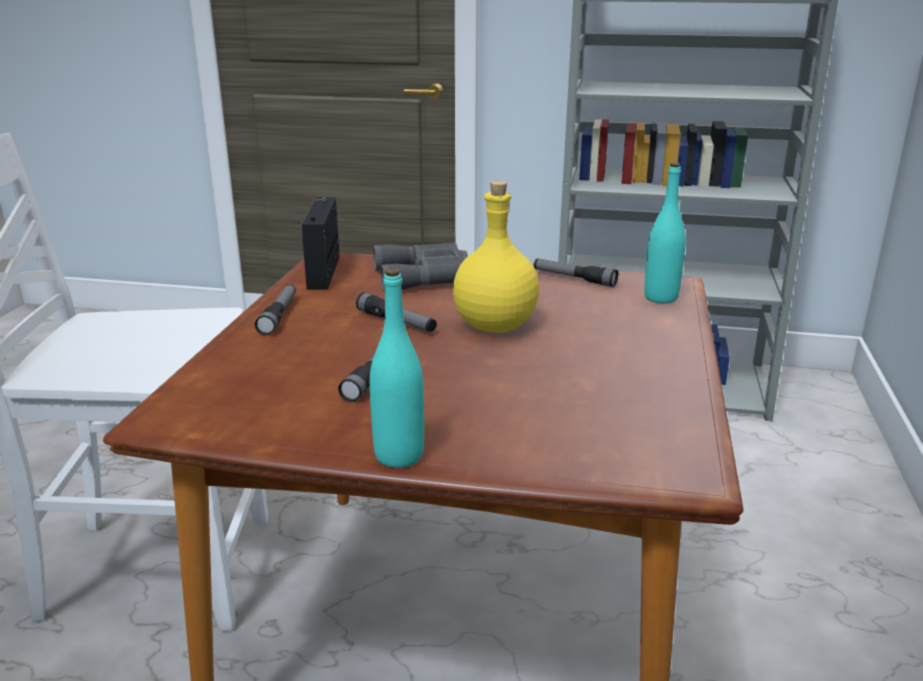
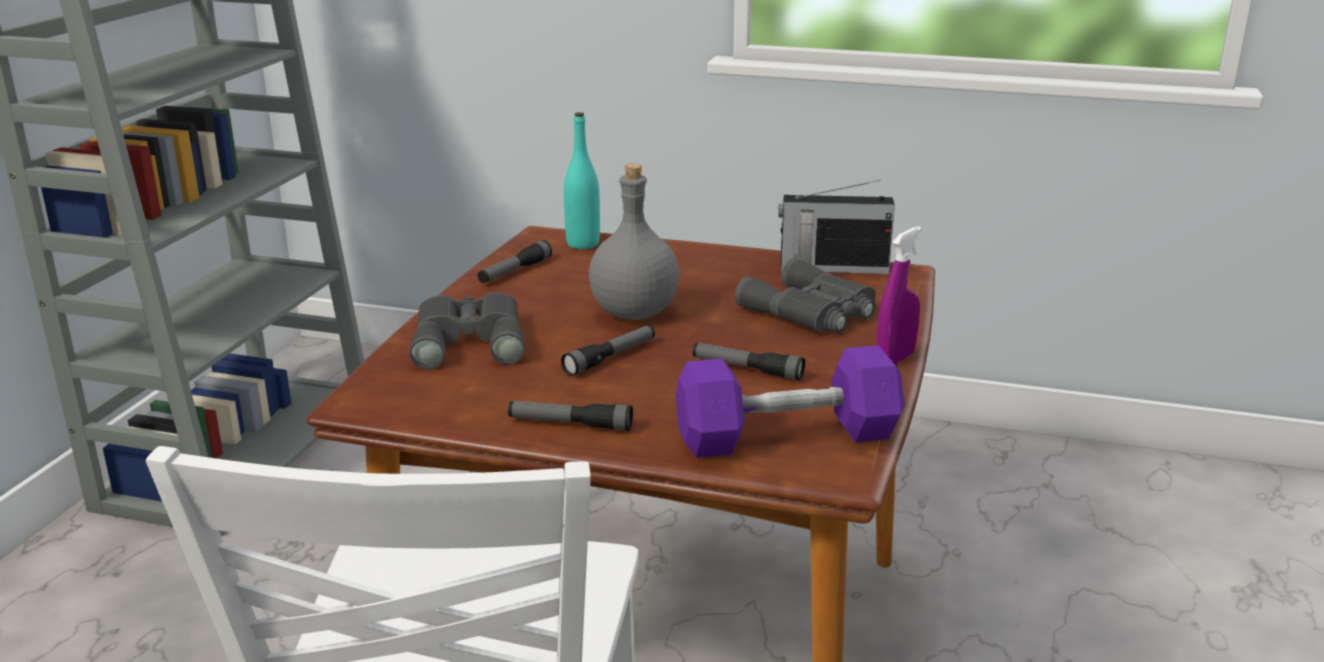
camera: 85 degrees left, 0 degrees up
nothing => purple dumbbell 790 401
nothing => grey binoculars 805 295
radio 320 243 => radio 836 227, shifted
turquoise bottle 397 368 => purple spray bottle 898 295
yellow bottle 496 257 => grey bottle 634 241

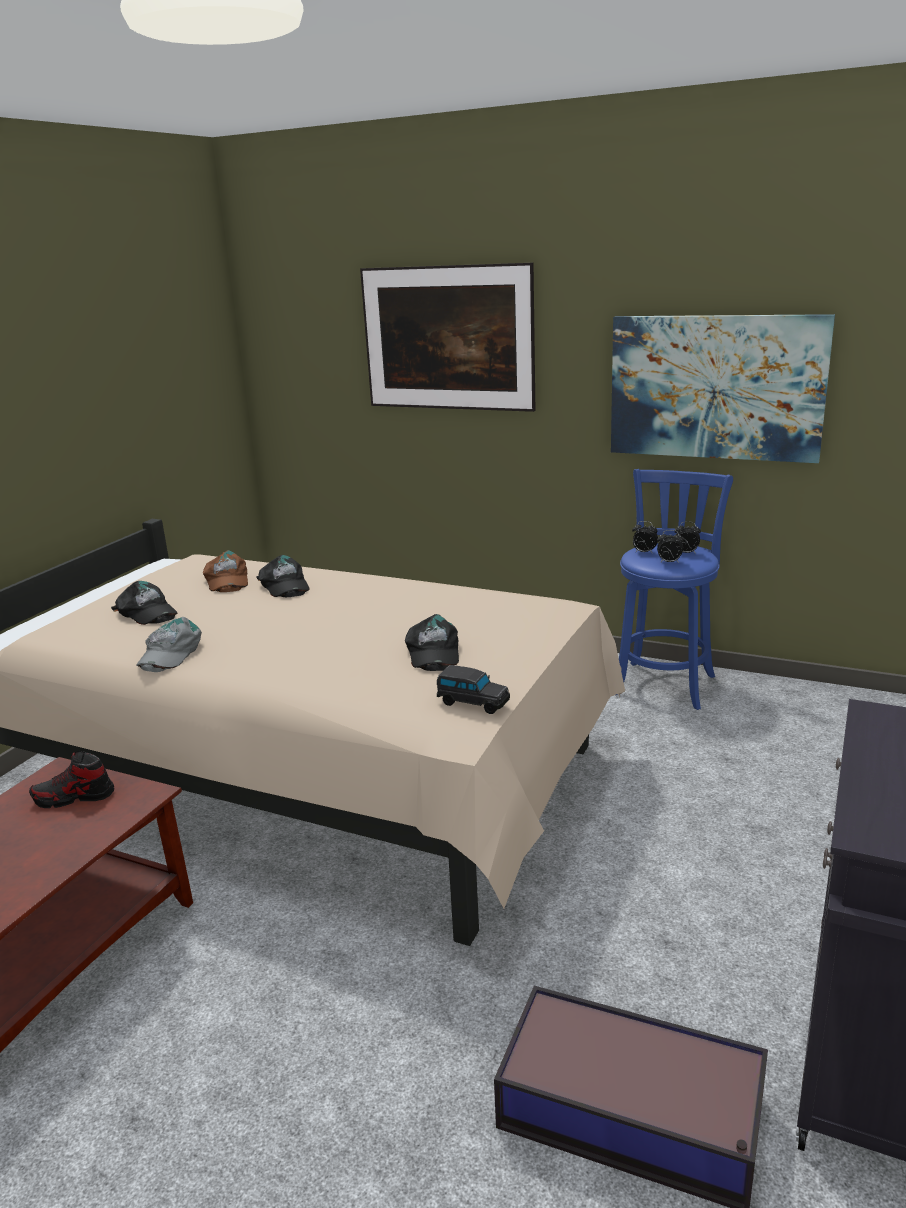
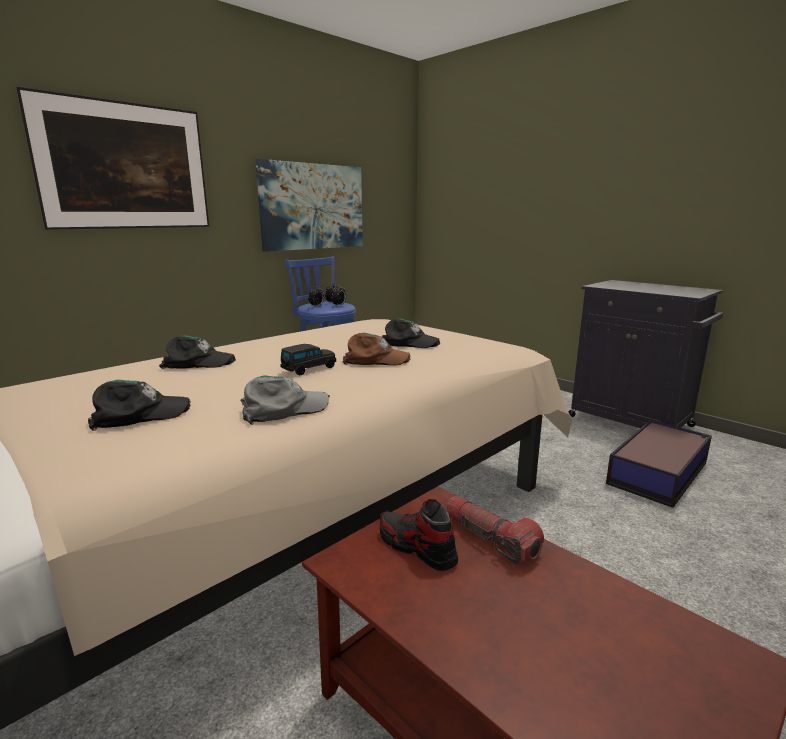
camera: 70 degrees left, 5 degrees down
nothing => flashlight 495 530
brown cap 225 571 => brown cap 376 349, shifted
black toy car 473 689 => black toy car 308 359, shifted
shoe 71 779 => shoe 419 535, 120 degrees clockwise
grey cap 169 644 => grey cap 285 400, 60 degrees counterclockwise

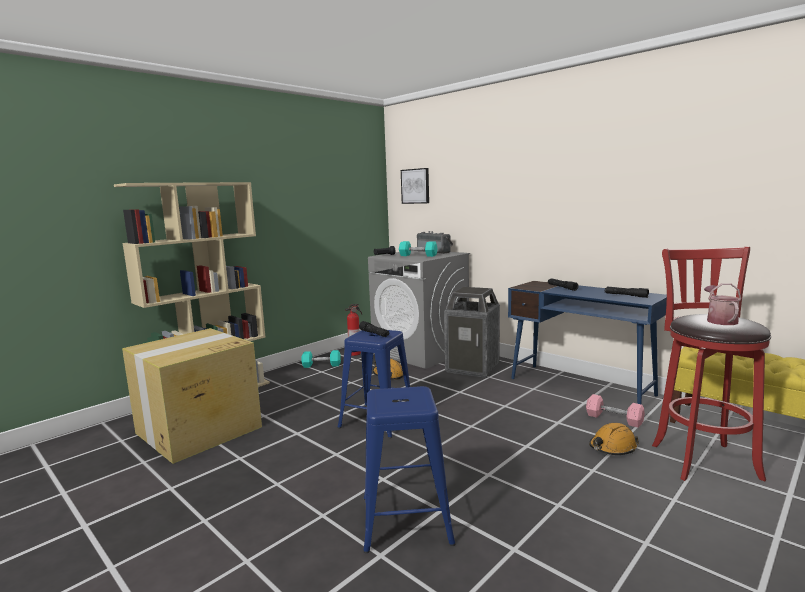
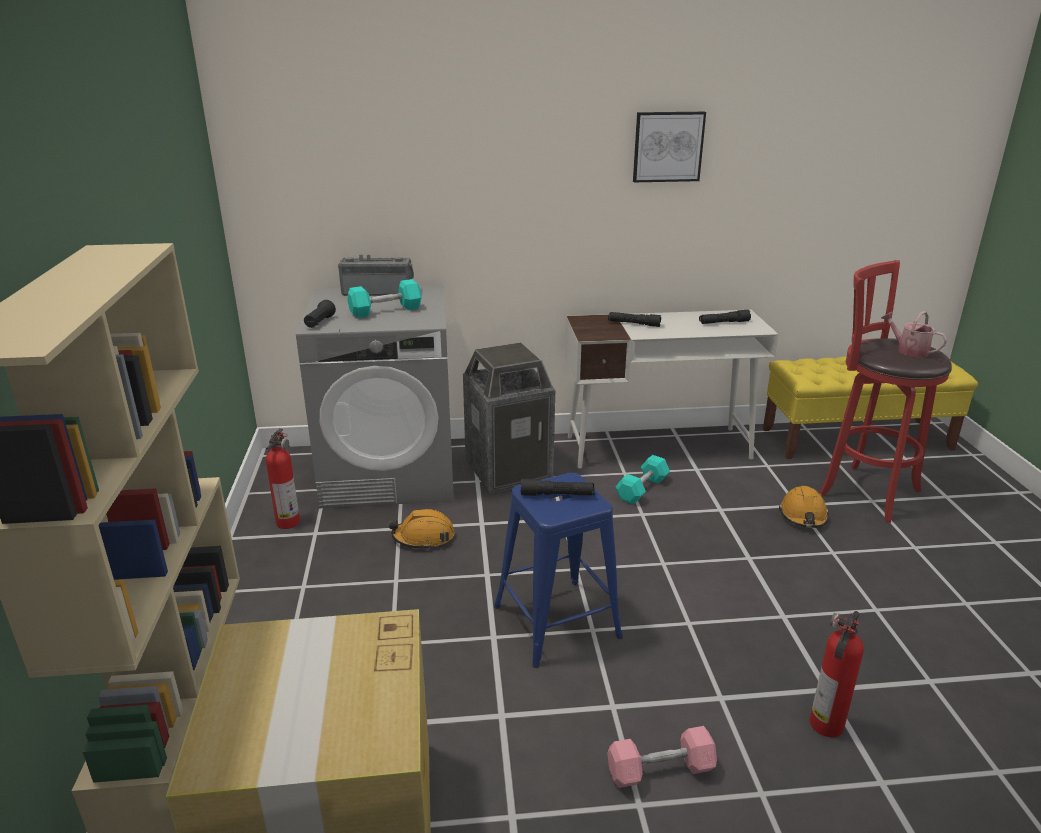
camera: 50 degrees left, 15 degrees up
turquoise dumbbell 321 359 => turquoise dumbbell 642 479, shifted
picture 415 186 => picture 669 147, shifted
pink dumbbell 615 410 => pink dumbbell 662 757, shifted
blue stool 410 469 => fire extinguisher 837 674
blue desk 587 342 => white desk 672 389

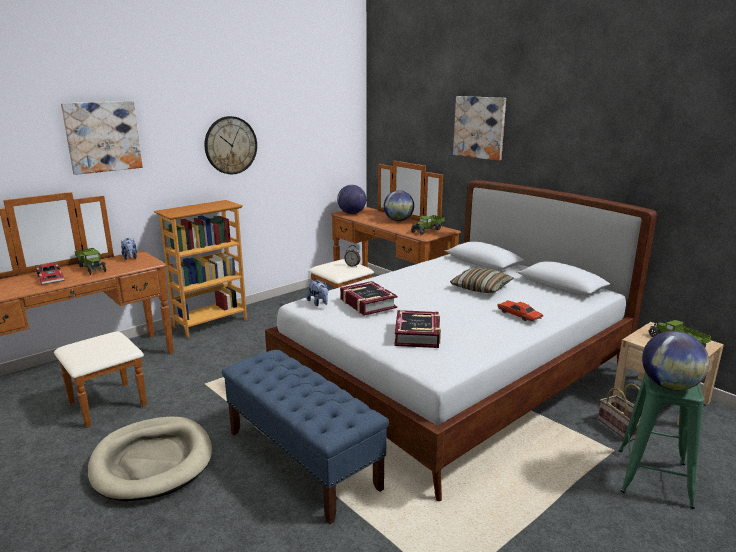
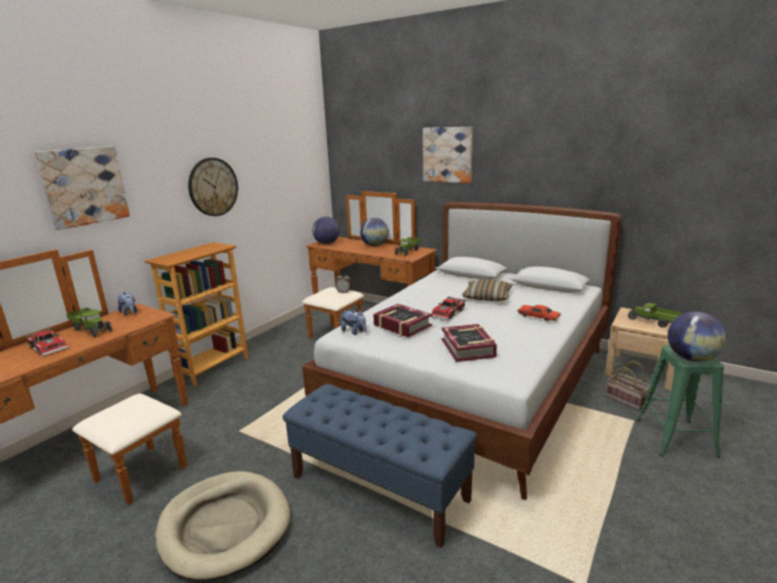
camera: 15 degrees left, 0 degrees up
nothing => toy car 448 308

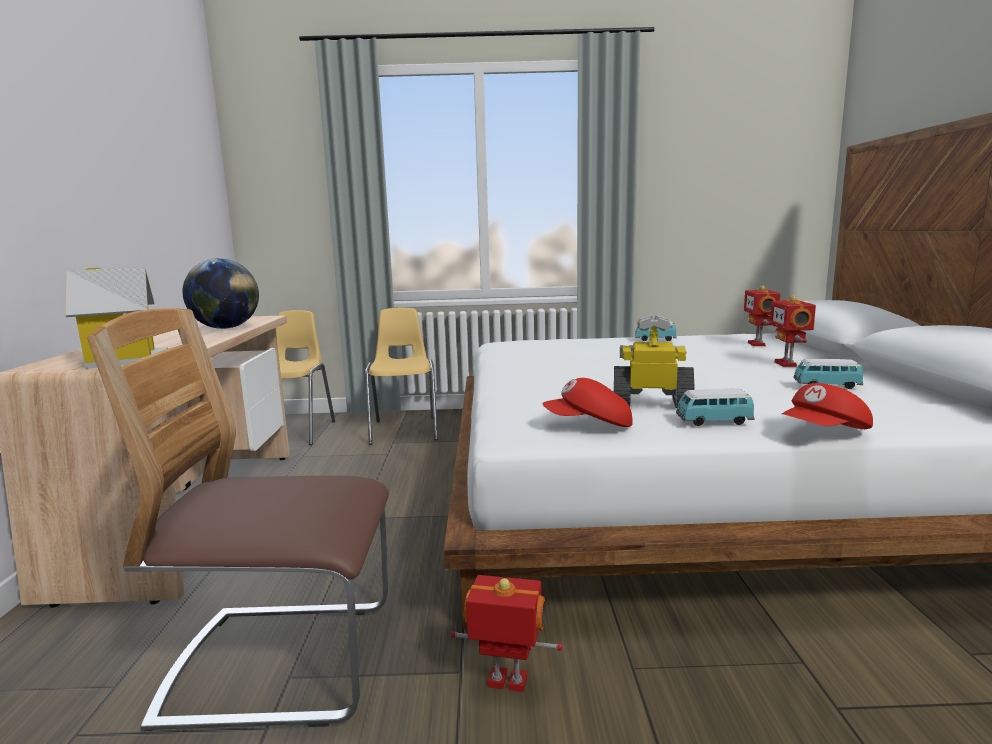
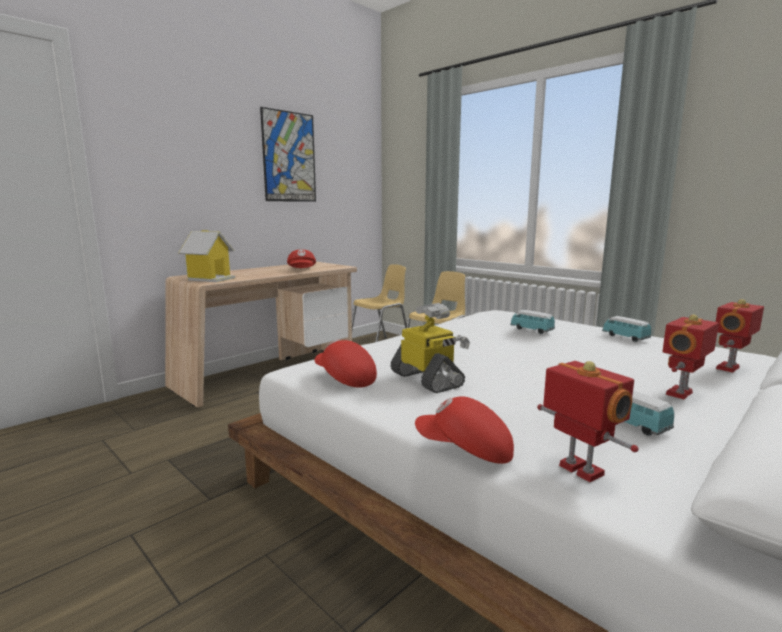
camera: 45 degrees right, 0 degrees up
chair 238 520 => nothing
nothing => picture 288 154
toy robot 507 633 => toy robot 587 421, shifted
toy car 715 407 => toy car 532 322, shifted
globe 221 293 => red cap 301 258

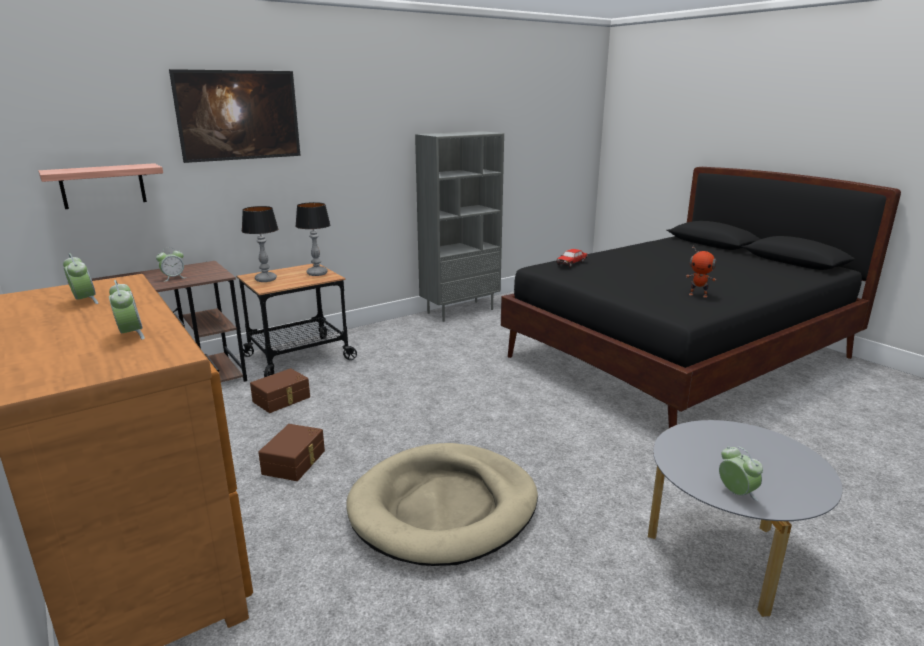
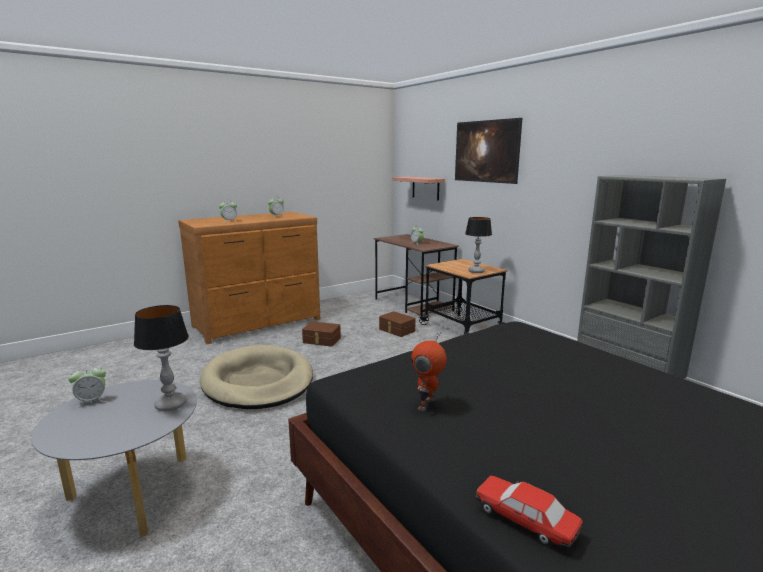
camera: 90 degrees right, 5 degrees down
table lamp 260 244 => table lamp 161 358, shifted
toy car 571 258 => toy car 529 512, shifted

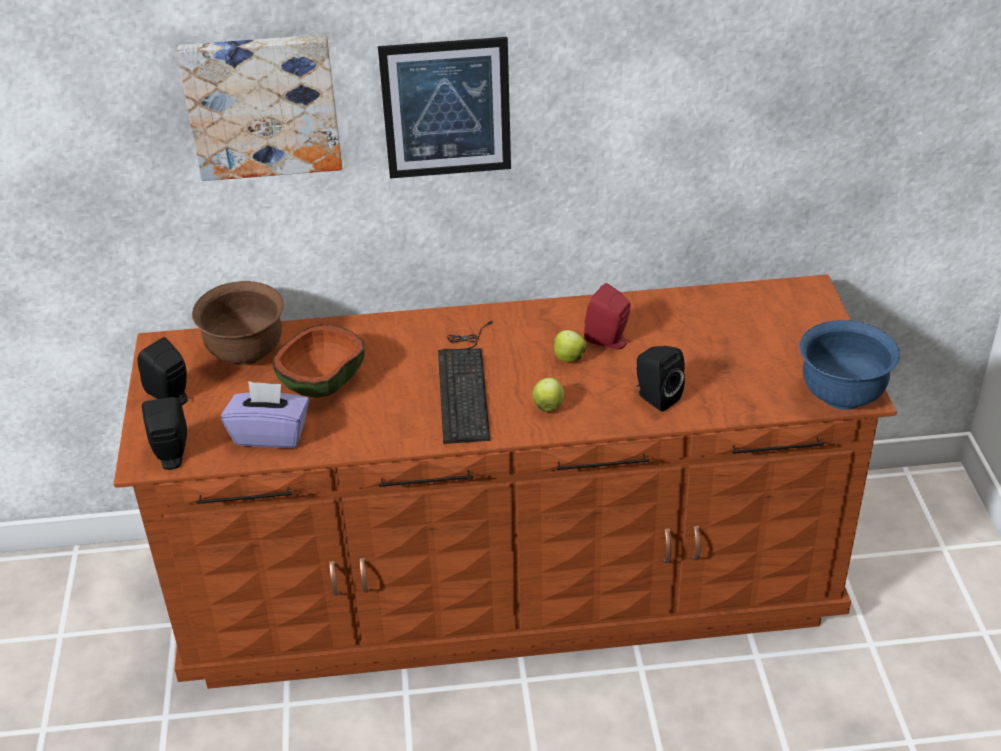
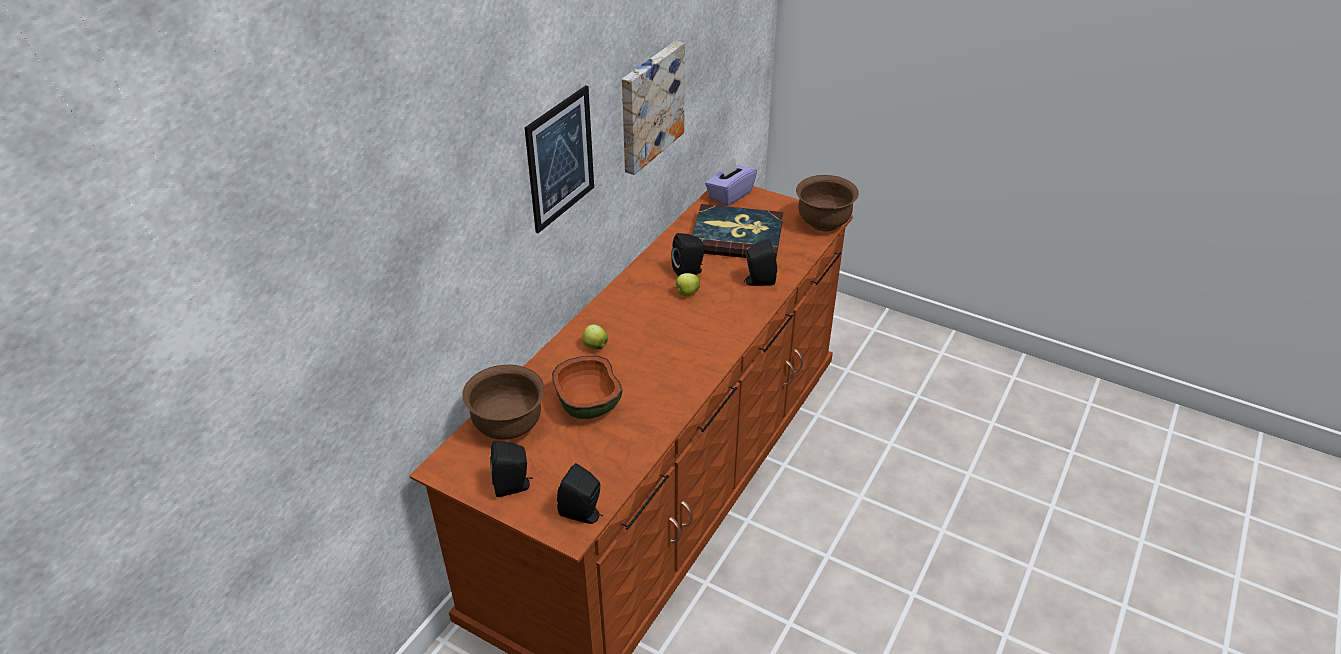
camera: 55 degrees left, 0 degrees up
keyboard 465 382 => nothing
nothing => book 737 231
picture 259 107 => picture 653 108, shifted
purple tissue box 265 414 => purple tissue box 731 182, shifted
apple 548 395 => apple 595 337, shifted
red speaker 607 316 => black speaker 688 254
blue bowl 850 365 => brown bowl 827 203

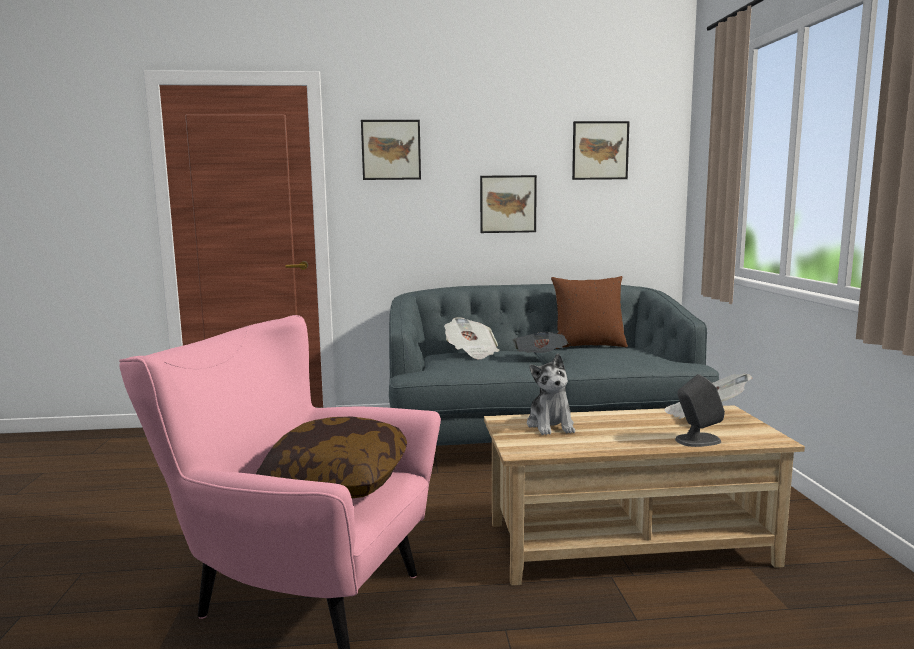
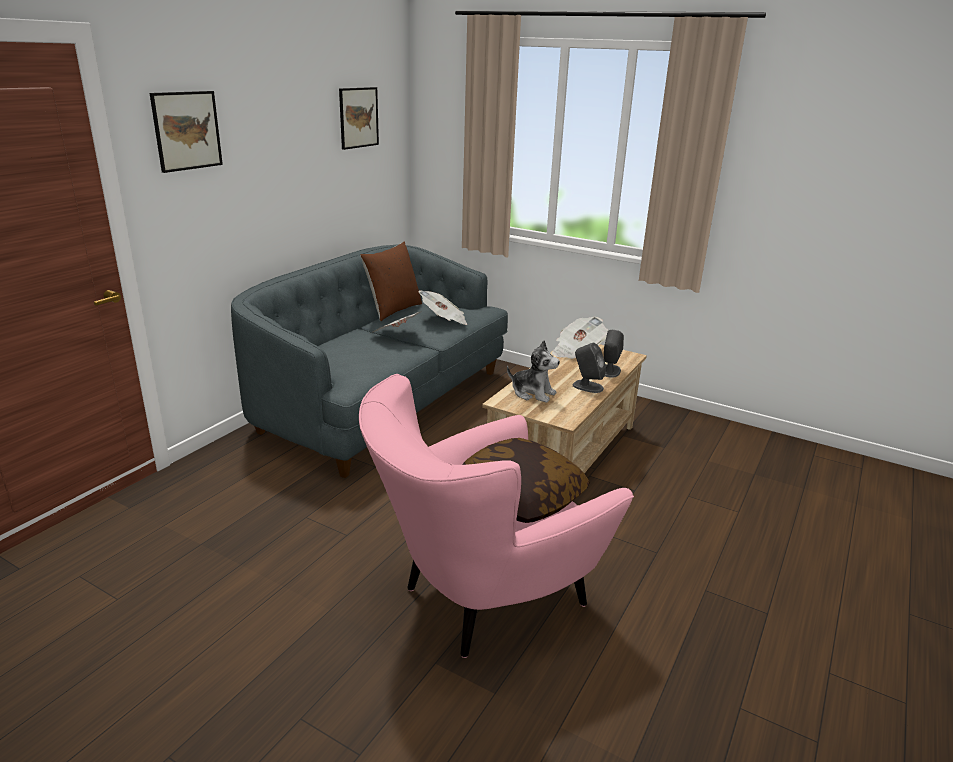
camera: 55 degrees left, 15 degrees up
picture 508 204 => nothing
nothing => grey speaker 589 368
newspaper 472 338 => newspaper 443 307, shifted

